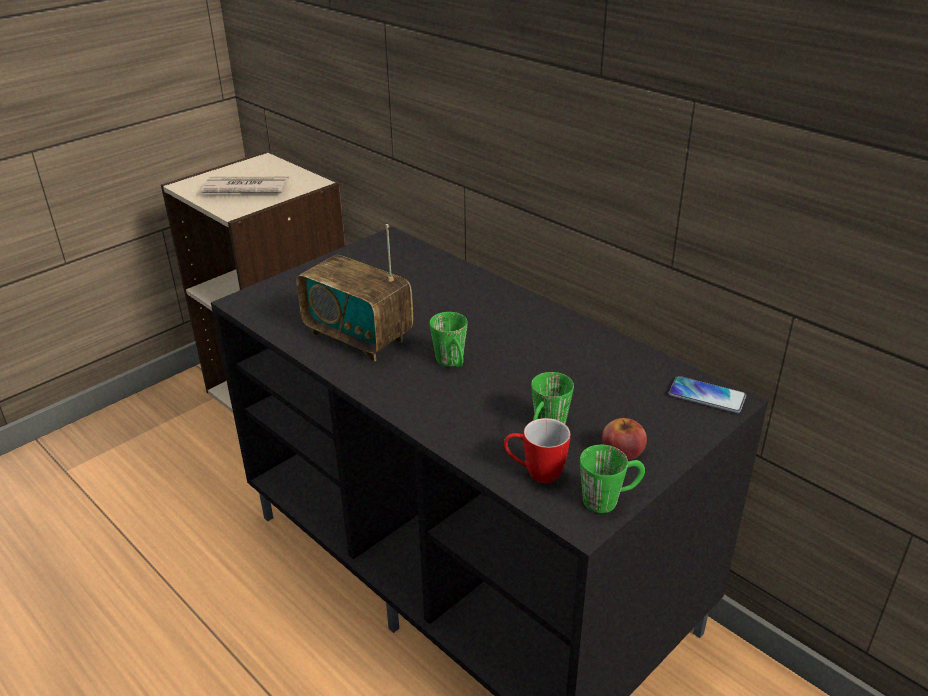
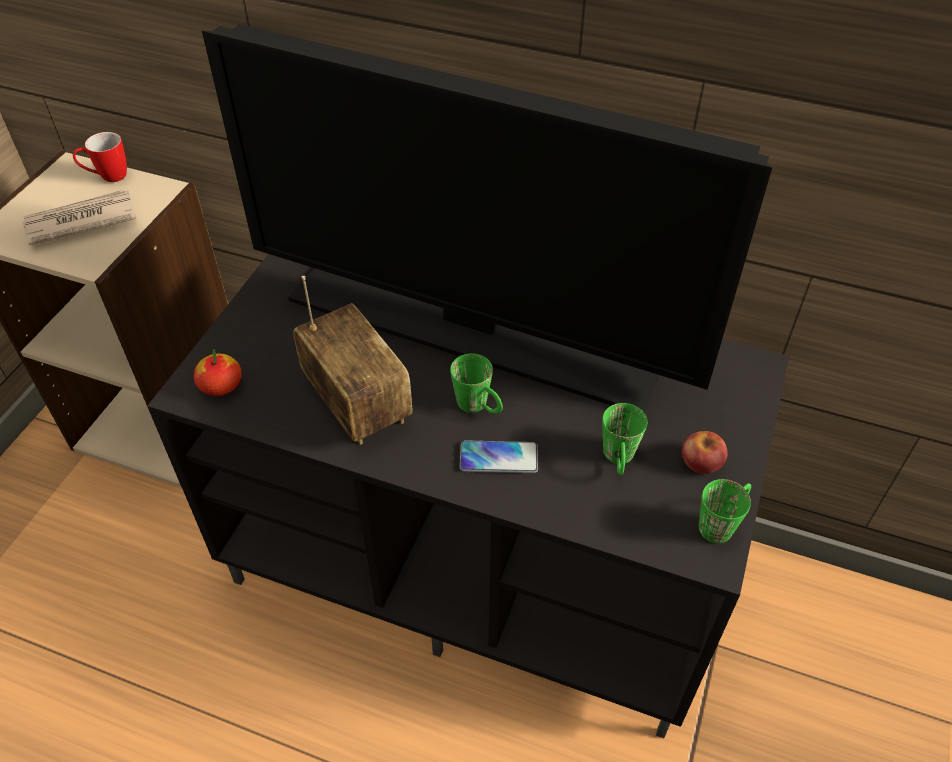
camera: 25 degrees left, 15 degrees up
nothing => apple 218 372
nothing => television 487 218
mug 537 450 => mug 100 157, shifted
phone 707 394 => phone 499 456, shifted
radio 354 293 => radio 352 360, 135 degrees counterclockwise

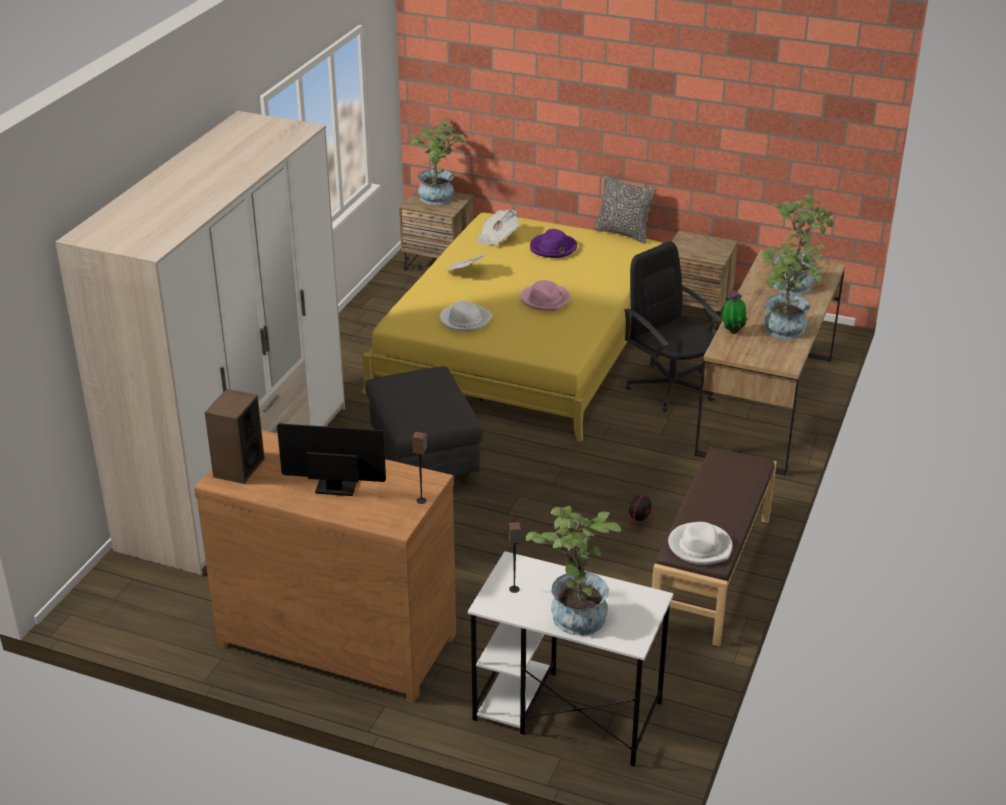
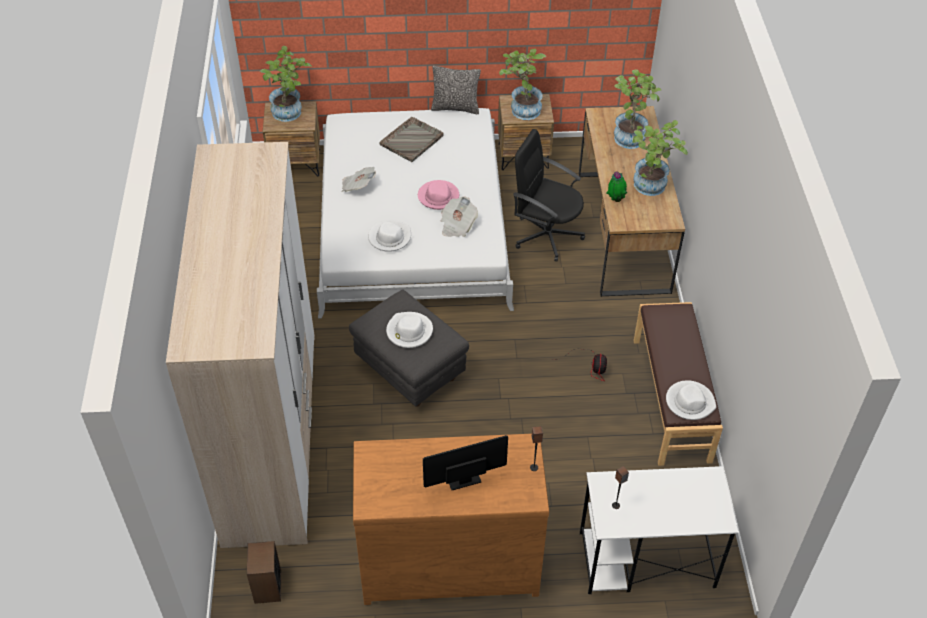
camera: 25 degrees left, 15 degrees up
nothing => white hat 409 330
speaker 235 436 => speaker 264 572, shifted
newspaper 497 227 => newspaper 459 217, shifted
potted plant 573 571 => potted plant 522 84, shifted
purple hat 553 243 => grey tray 412 139
yellow bed 512 327 => white bed 415 213

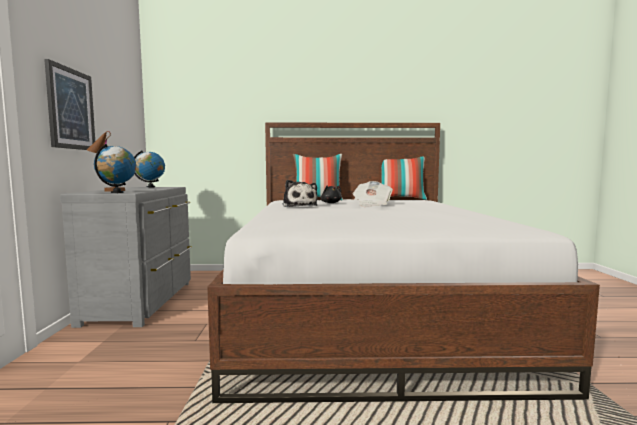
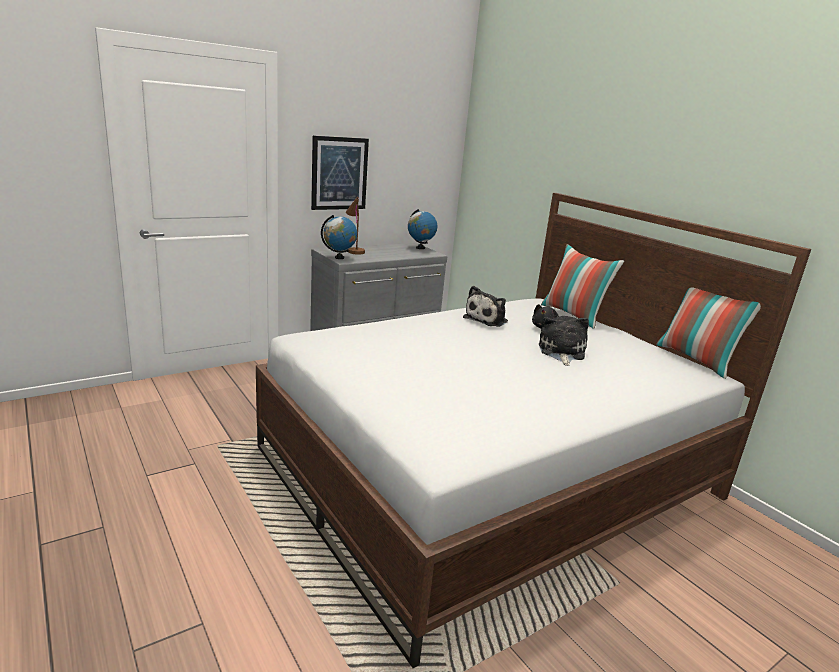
camera: 55 degrees right, 15 degrees up
newspaper 373 194 => plush toy 564 341

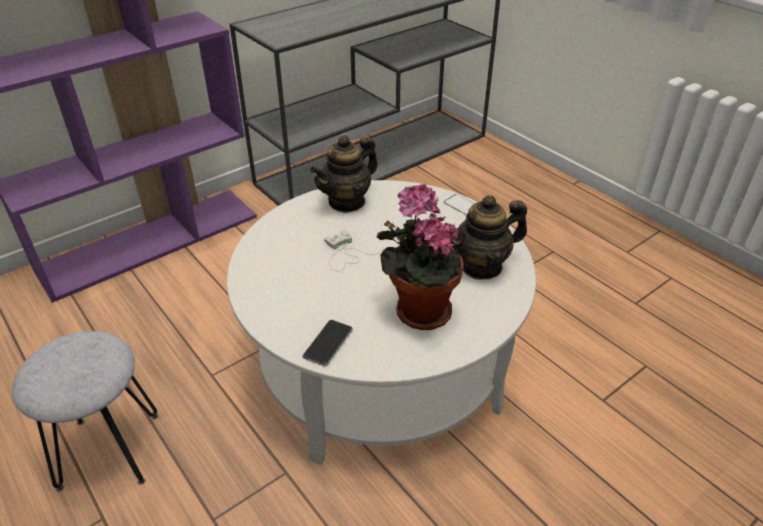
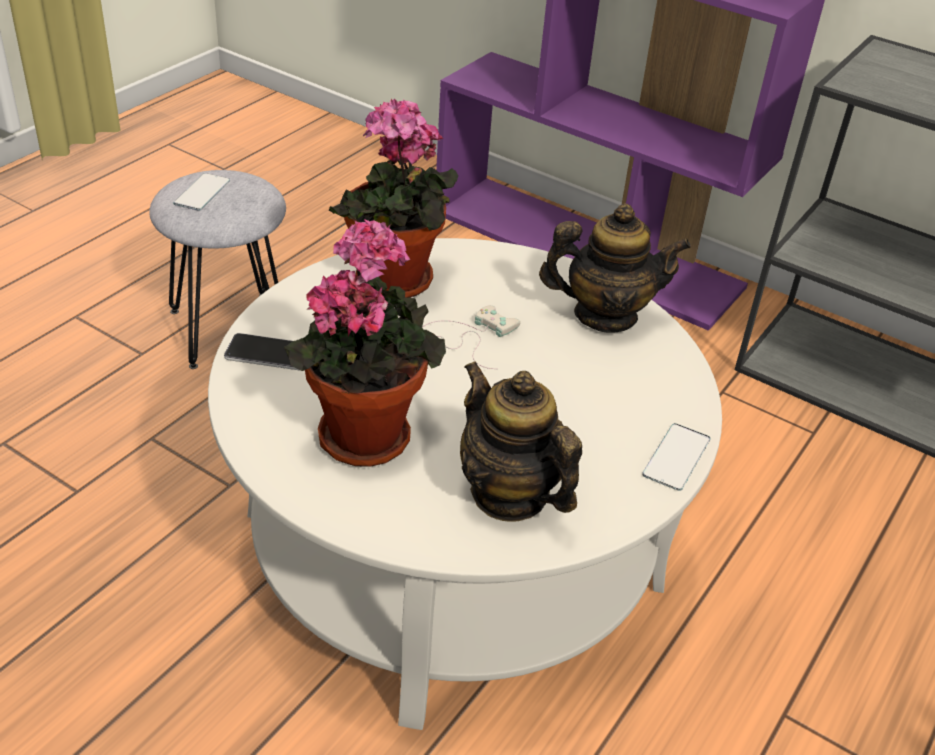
camera: 70 degrees right, 0 degrees up
nothing => phone 201 192
nothing => potted plant 393 198
teapot 344 174 => teapot 615 268, 150 degrees clockwise

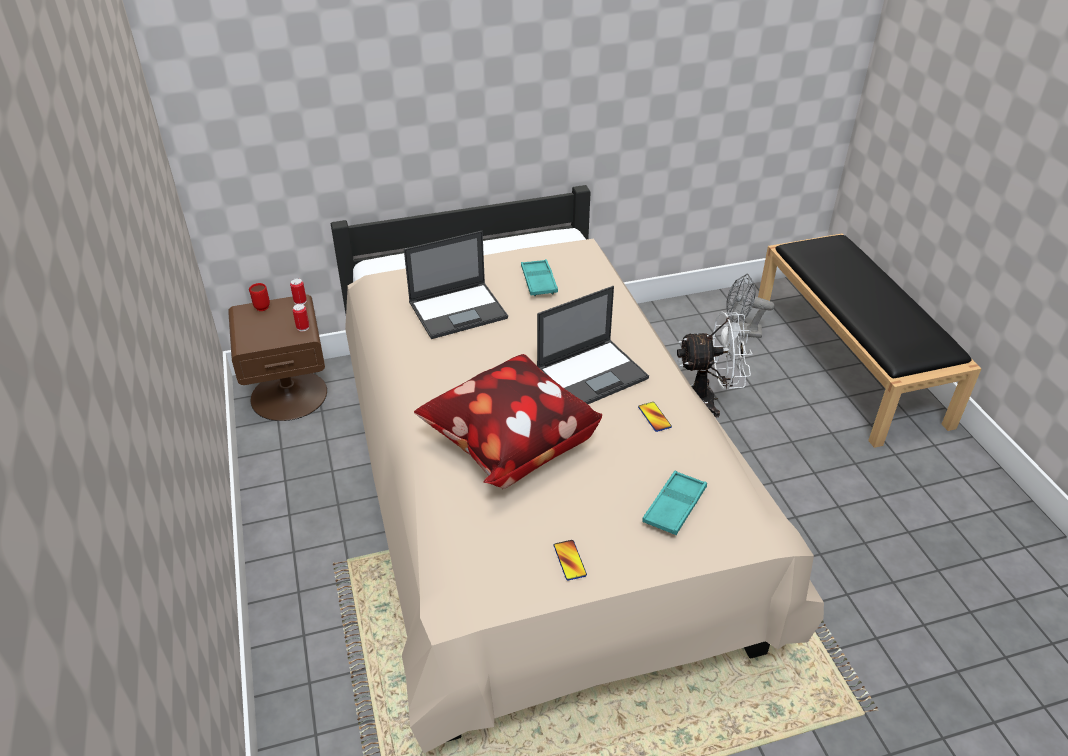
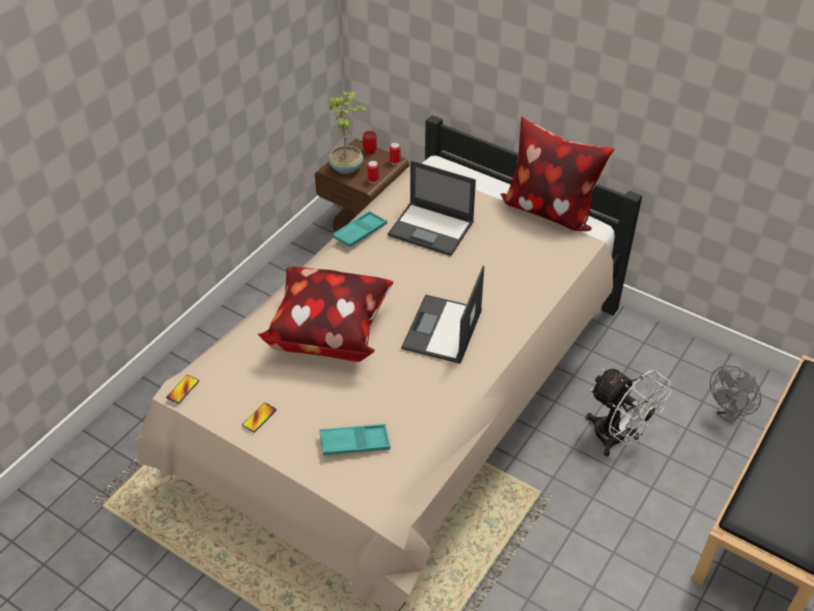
camera: 50 degrees right, 5 degrees up
nothing => potted plant 347 133
nothing => pillow 557 174
turquoise tray 539 277 => turquoise tray 359 229, shifted
phone 655 417 => phone 182 389, shifted
laptop 593 345 => laptop 442 315, 90 degrees clockwise
grey fan 750 306 => grey fan 735 395, 105 degrees counterclockwise

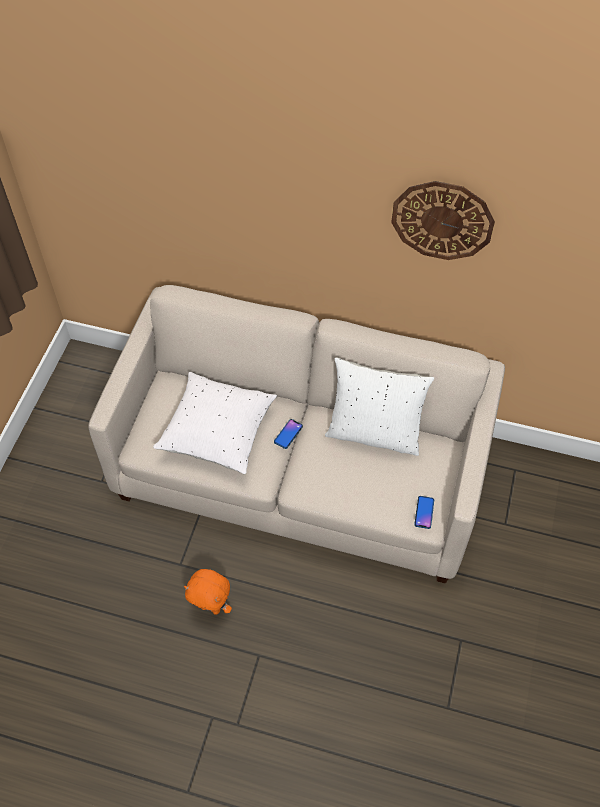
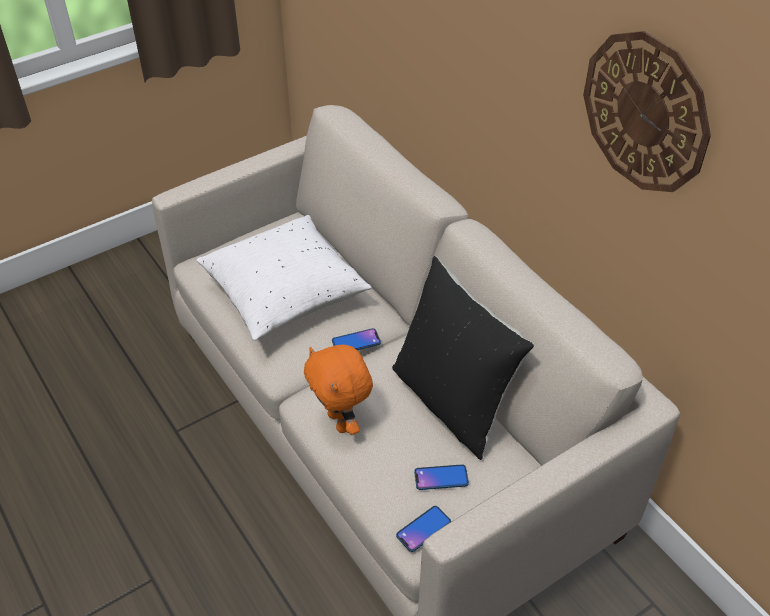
camera: 40 degrees right, 10 degrees down
nothing => phone 441 477
orange plush toy 208 592 => orange plush toy 338 390, shifted
white pillow 379 406 => black pillow 463 358

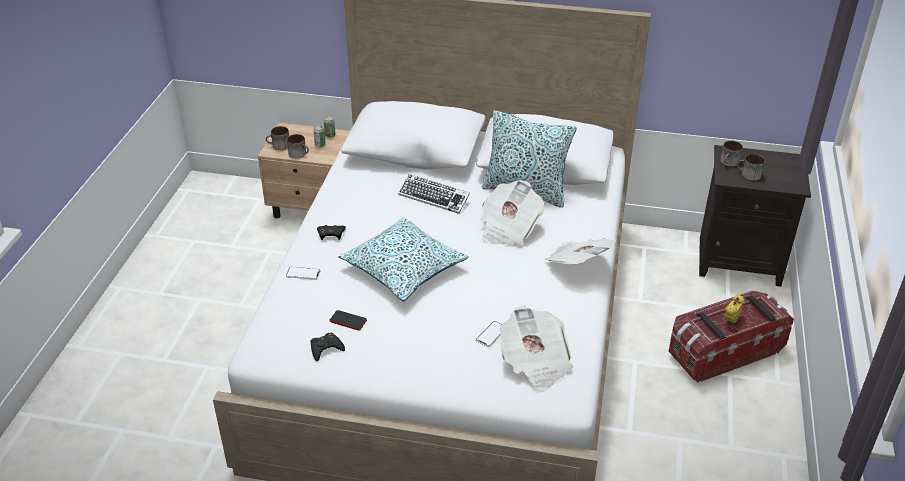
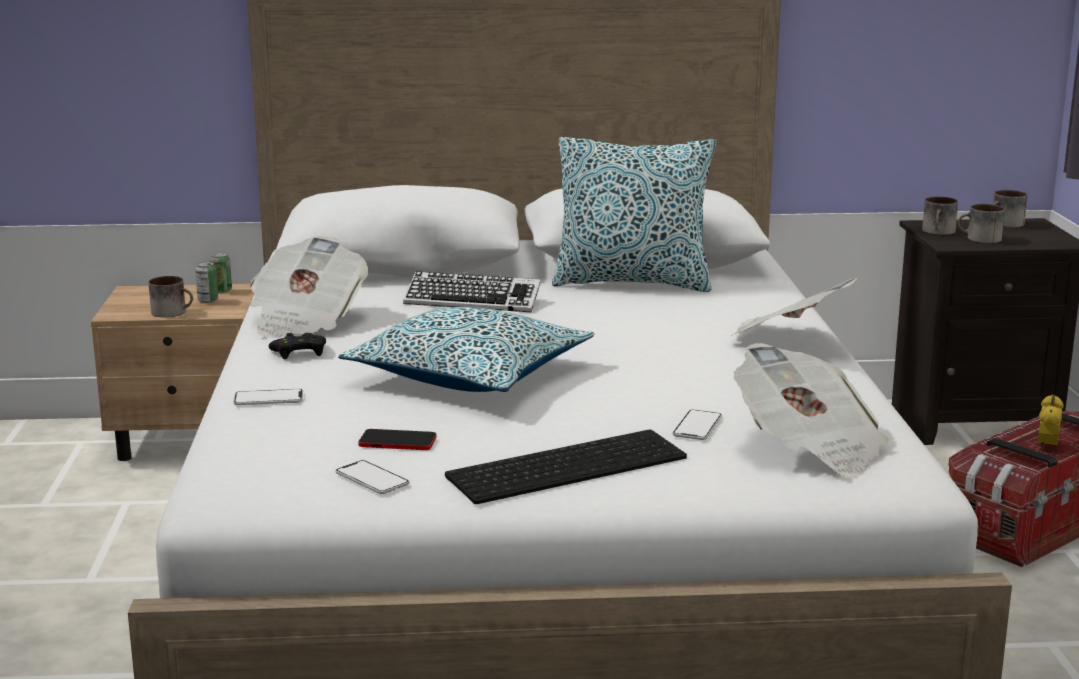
camera: 15 degrees left, 20 degrees down
nothing => keyboard 566 467
mug 277 138 => mug 1010 209, shifted
newspaper 512 212 => newspaper 309 287, shifted
black game controller 327 347 => phone 372 477

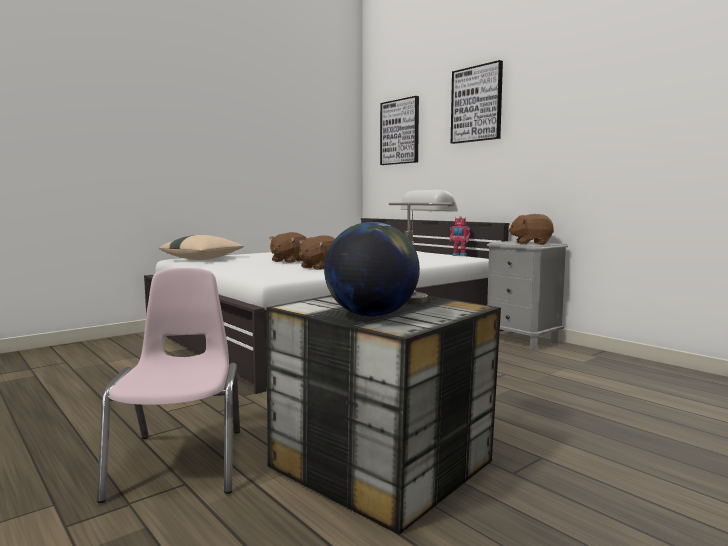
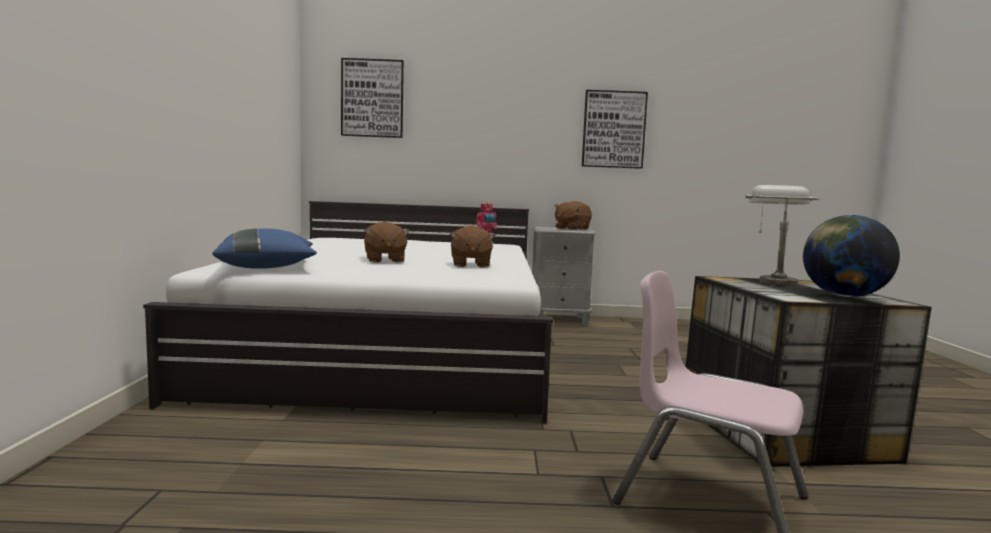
camera: 50 degrees left, 0 degrees up
picture 477 102 => picture 615 129, shifted
beige pillow 201 247 => blue pillow 265 248

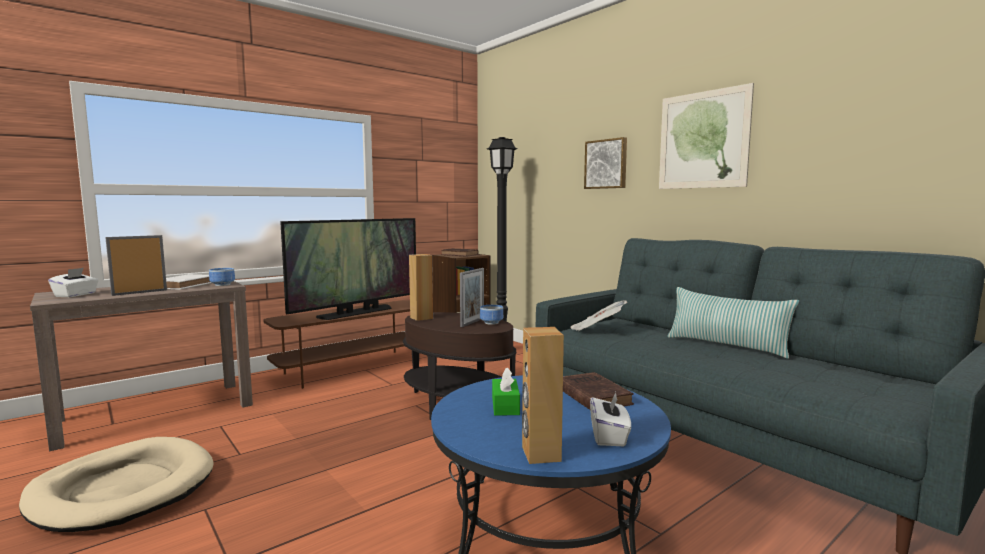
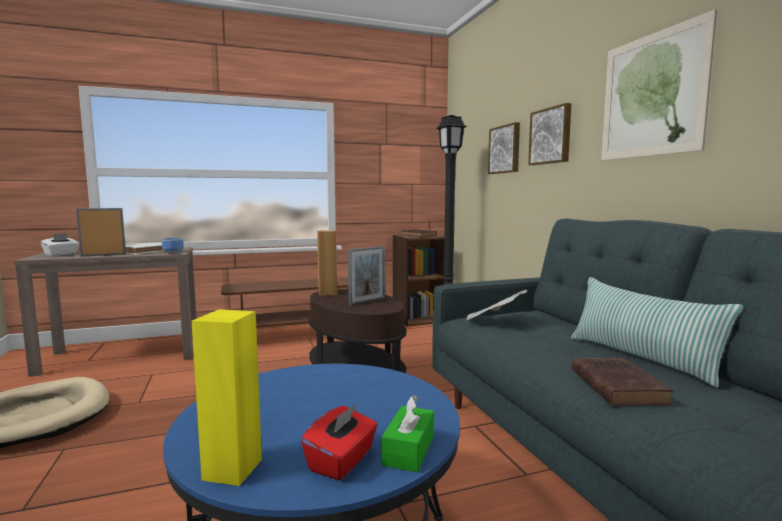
camera: 20 degrees right, 0 degrees up
television 348 269 => nothing
bowl 491 315 => nothing
nothing => picture 504 148
green tissue box 506 391 => green tissue box 407 433, shifted
brown book 598 391 => brown book 622 381, shifted
brown speaker 543 395 => yellow speaker 226 397
white tissue box 610 419 => red tissue box 339 442

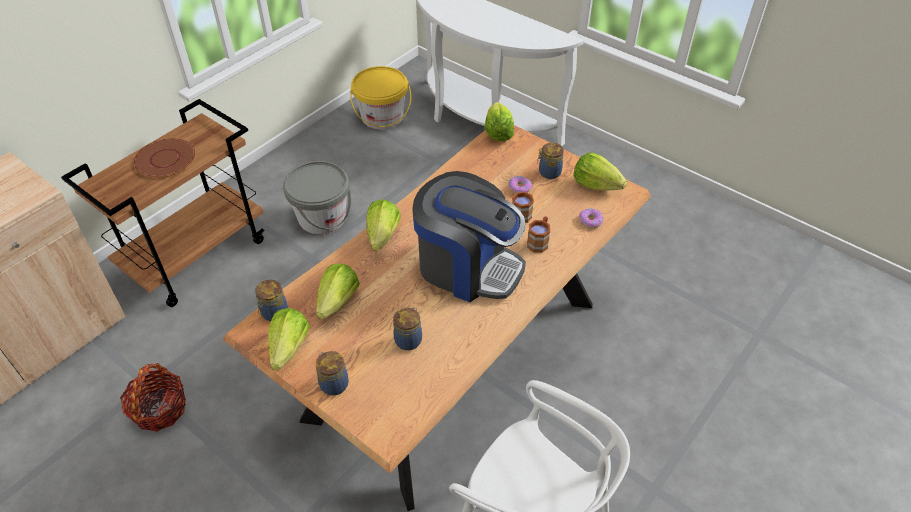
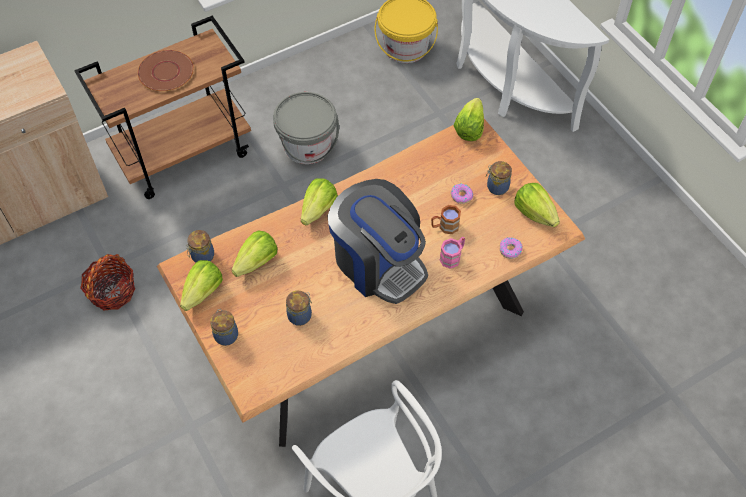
camera: 20 degrees right, 10 degrees up
brown mug 538 234 => pink mug 452 253

